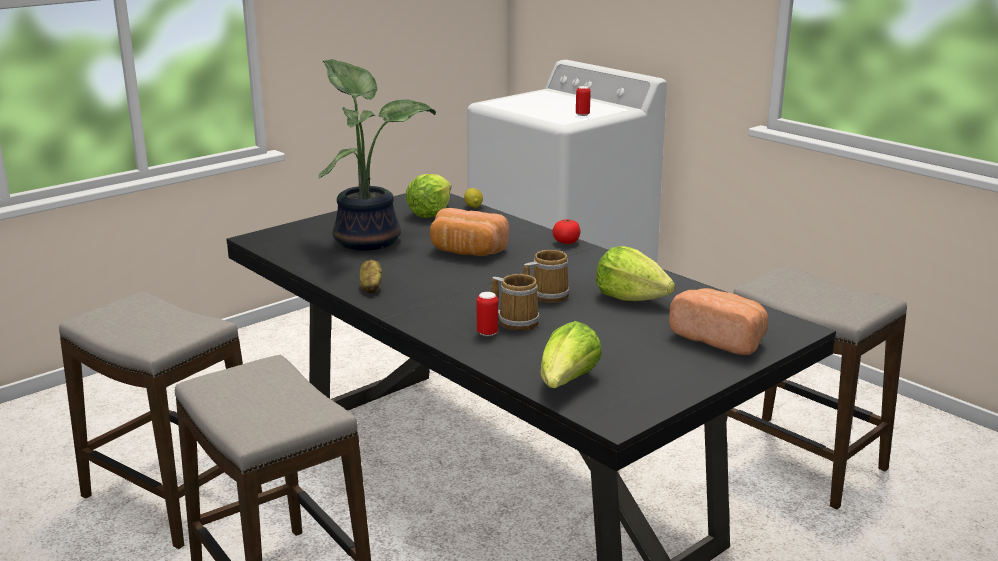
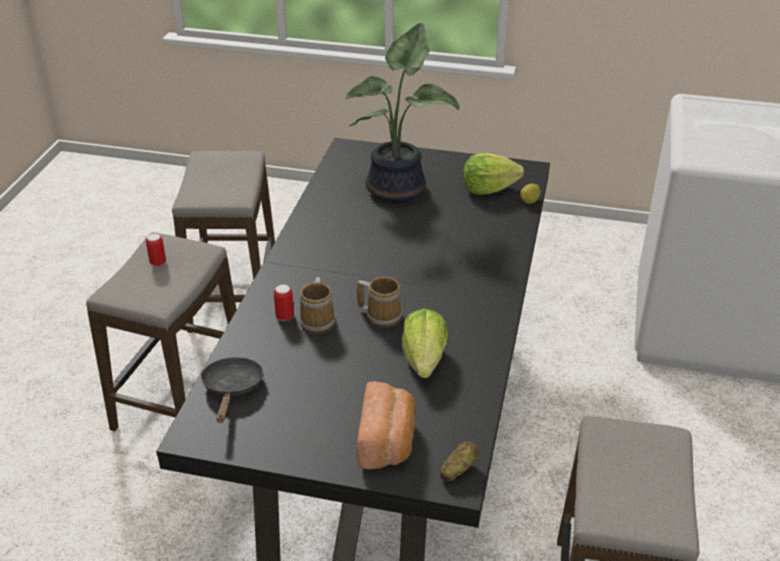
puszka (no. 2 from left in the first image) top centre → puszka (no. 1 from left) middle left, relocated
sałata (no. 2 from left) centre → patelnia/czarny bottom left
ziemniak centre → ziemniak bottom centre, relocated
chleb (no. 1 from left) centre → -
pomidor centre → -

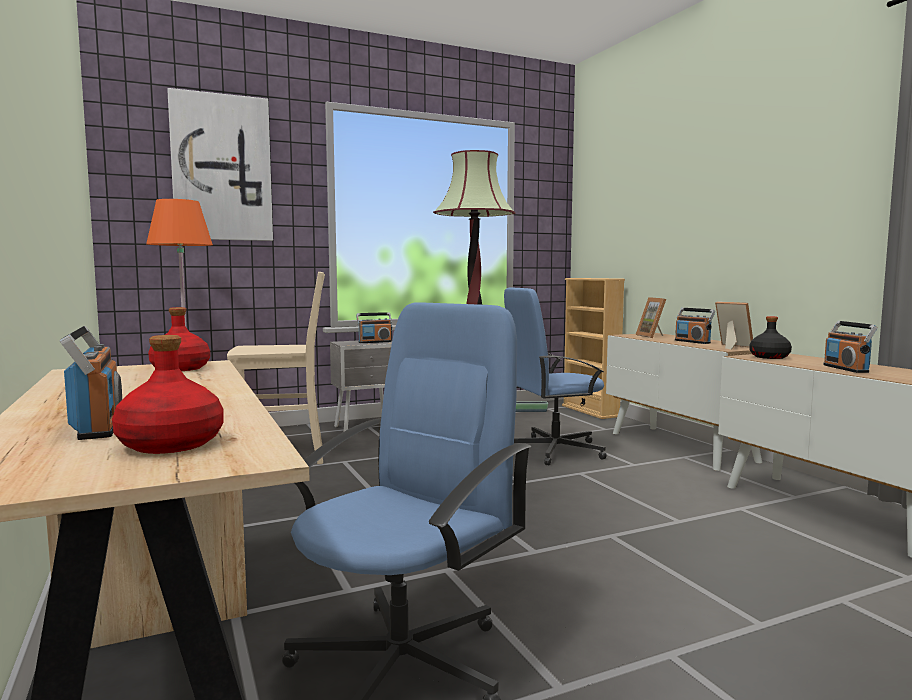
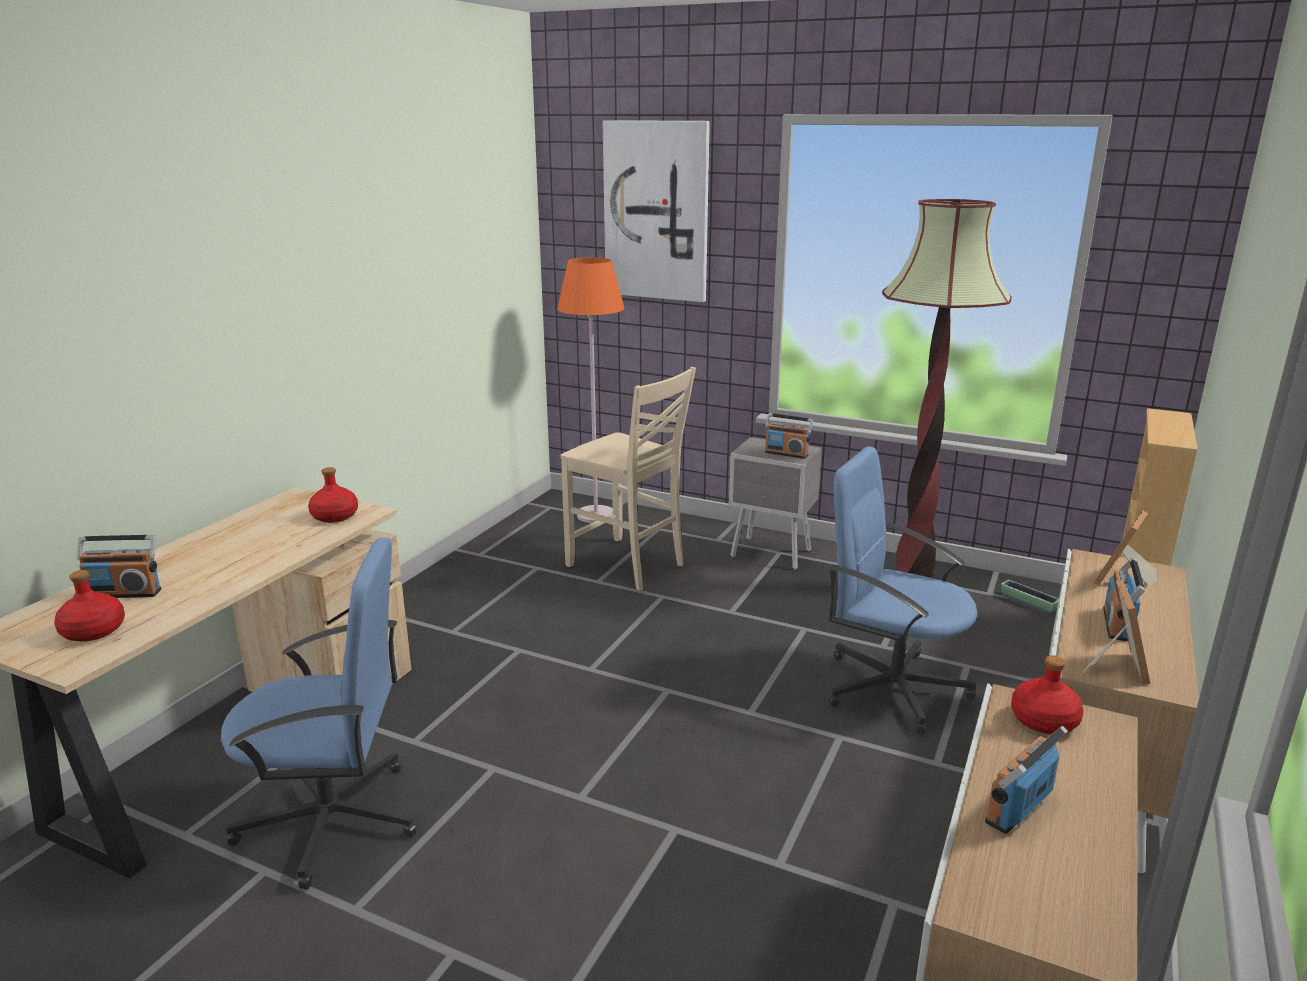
radio (no. 1 from left) middle left, 60 degrees clockwise
butelka/czarny middle right → butelka/czerwony (no. 3 from left) bottom right

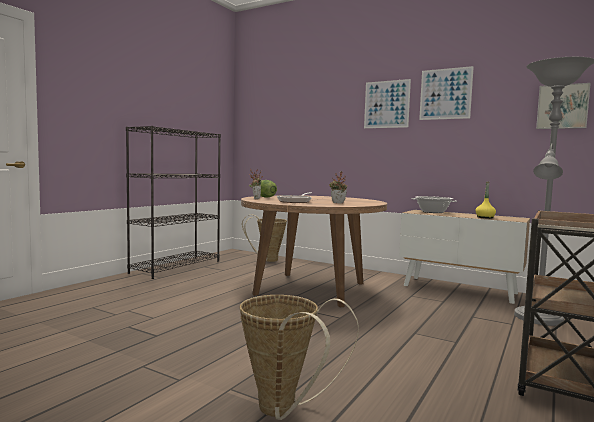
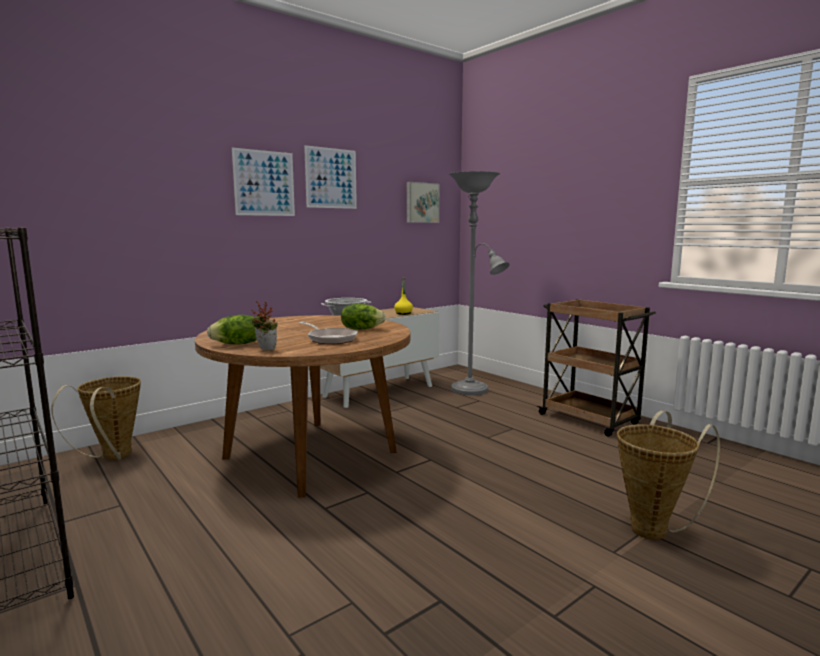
roślina doniczkowa (no. 2 from left) centre → sałata (no. 2 from left) centre

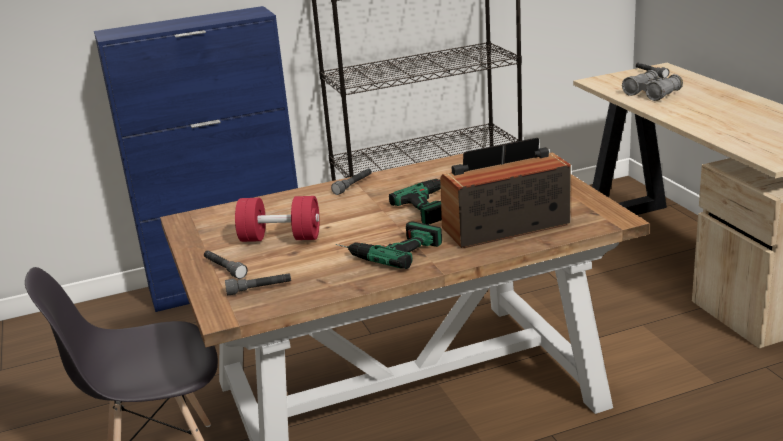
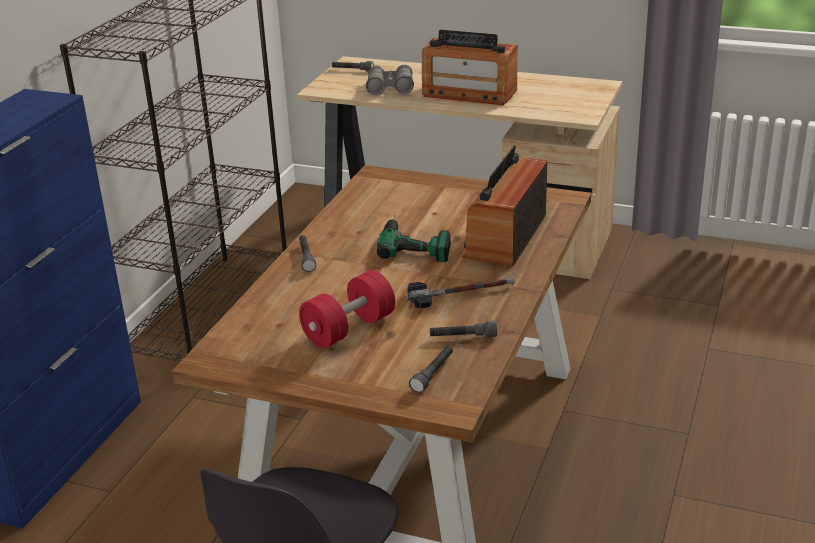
wiertarka (no. 1 from left) centre → młotek centre
- → radio (no. 1 from left) top centre
latarka/szary (no. 1 from left in the first image) middle left → latarka/szary (no. 4 from left) centre, relocated

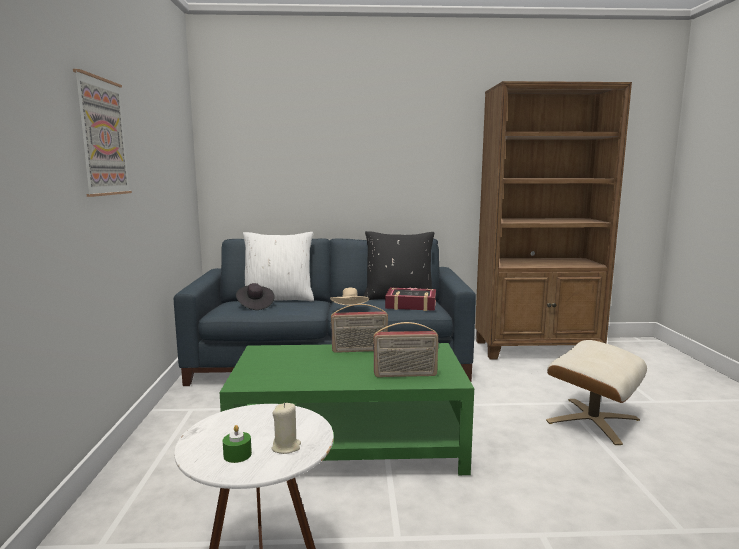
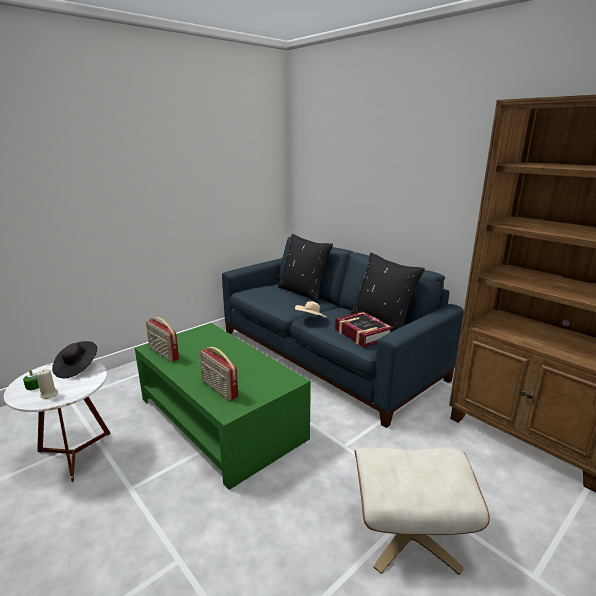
kapelusz/czarny centre → kapelusz/czarny middle left, relocated
radio (no. 1 from left) centre → radio (no. 1 from left) middle left, relocated
poduszka/biały centre → poduszka/czarny (no. 1 from left) centre
obraz top left → -

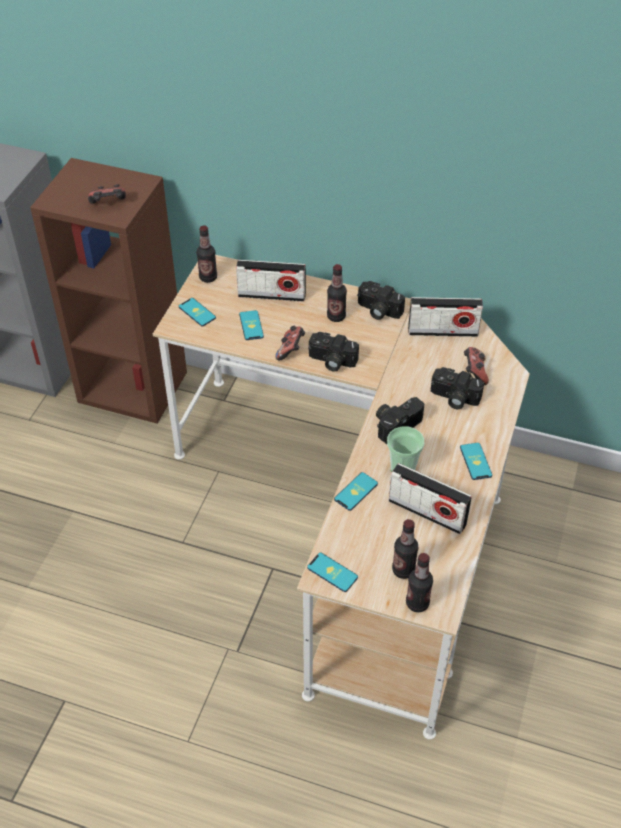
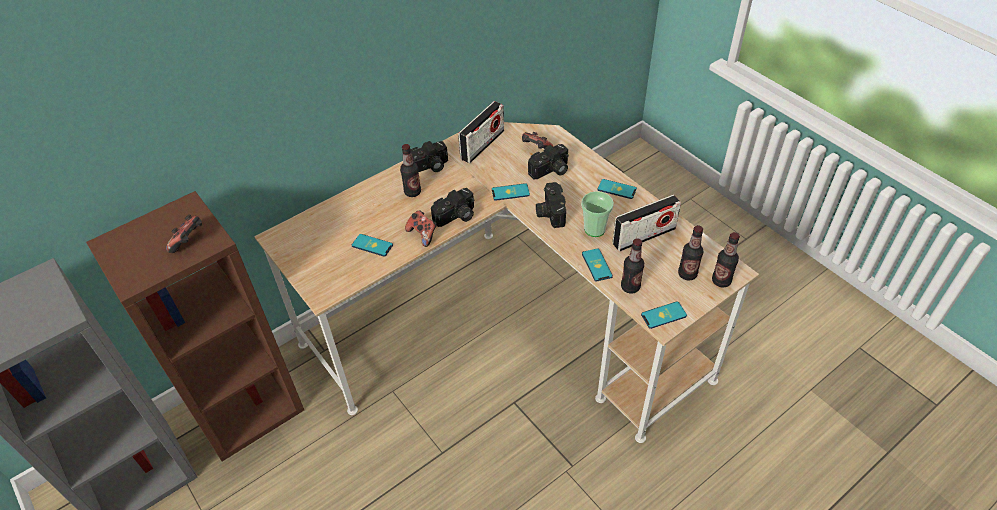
telefon (no. 1 from left in the first image) middle left → telefon (no. 2 from left) centre, relocated
butelka (no. 1 from left in the first image) top centre → butelka (no. 2 from left) centre, relocated
radio (no. 1 from left) centre → -

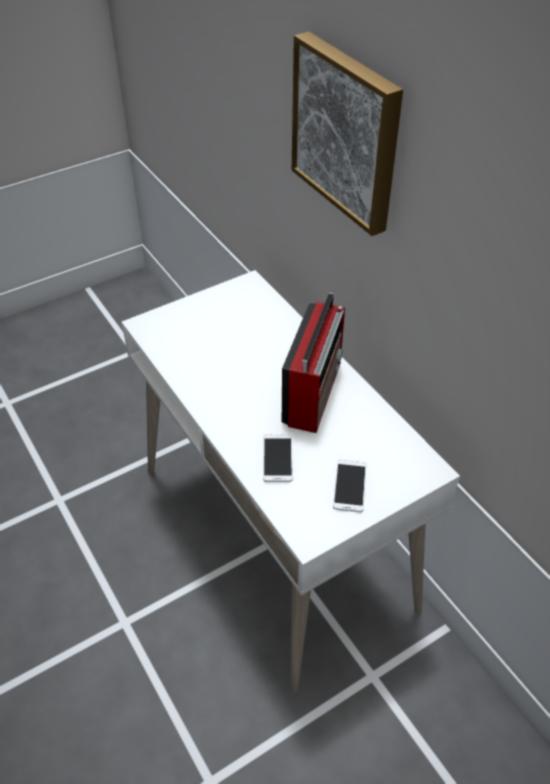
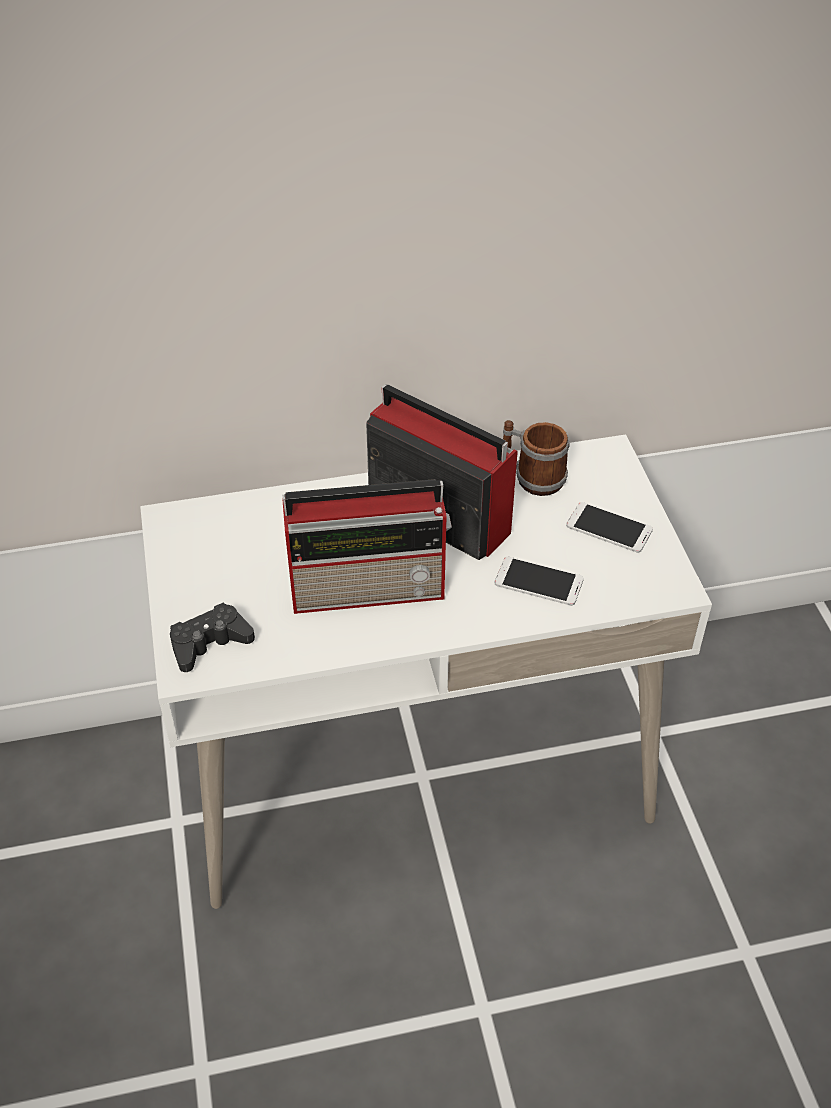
- → pad do gier/czarny middle left
- → radio (no. 1 from left) centre
- → kubek centre
obraz top centre → -

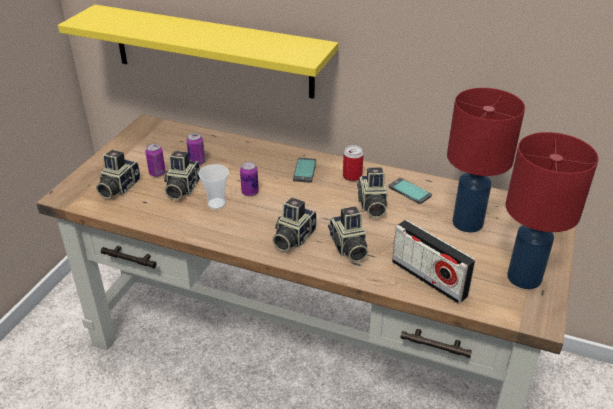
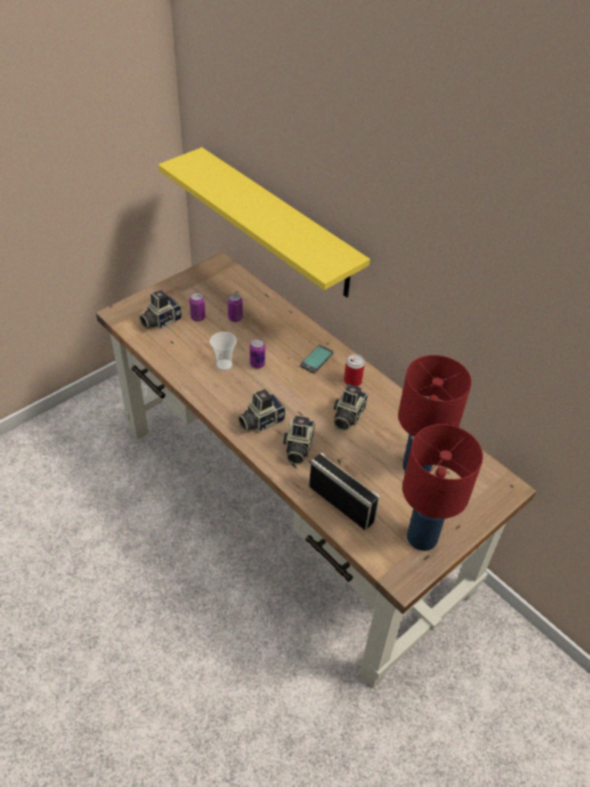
radio middle right → radio centre, 150 degrees clockwise
aparat fotograficzny (no. 2 from left) middle left → -
telefon (no. 2 from left) middle right → -

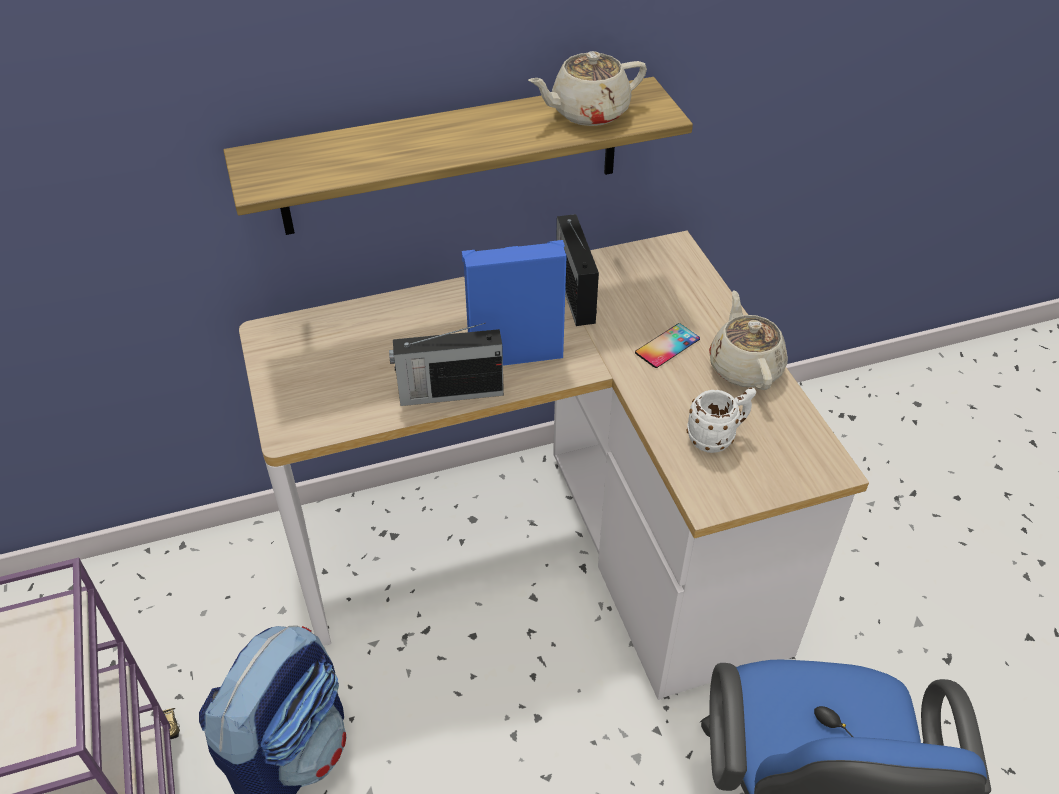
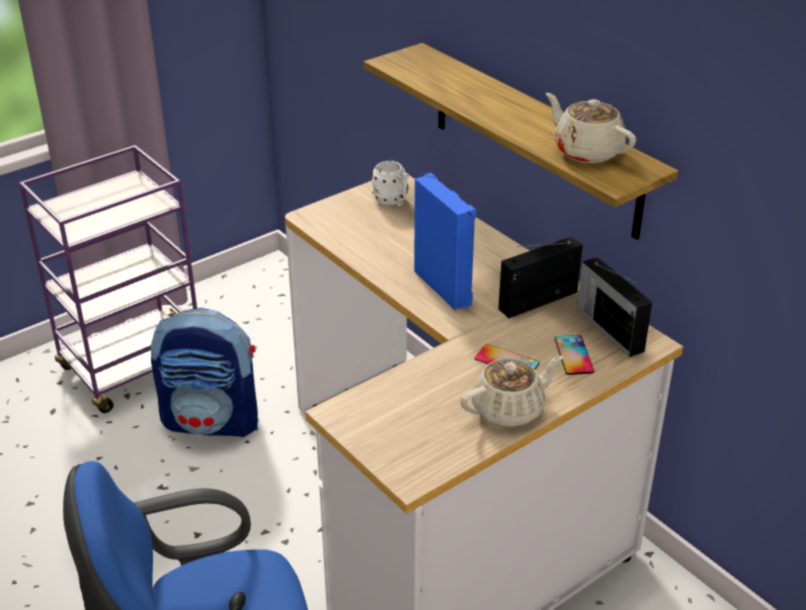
kubek/biały middle right → kubek/biały top centre, relocated
- → telefon (no. 2 from left) middle right
radio (no. 1 from left in the first image) centre → radio (no. 2 from left) middle right, relocated

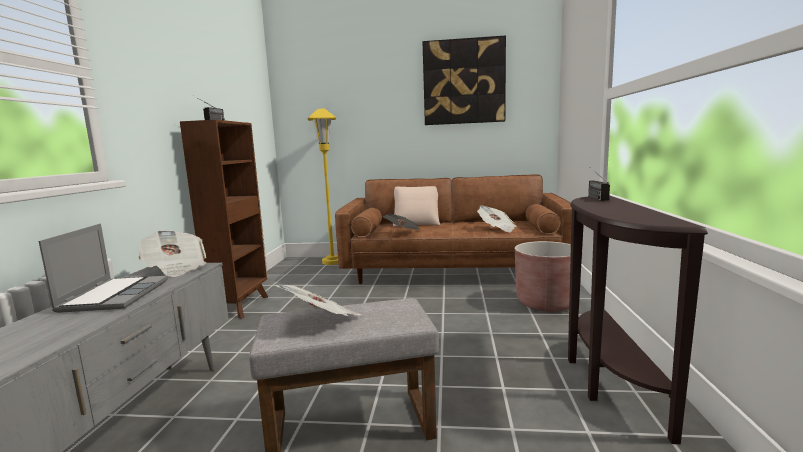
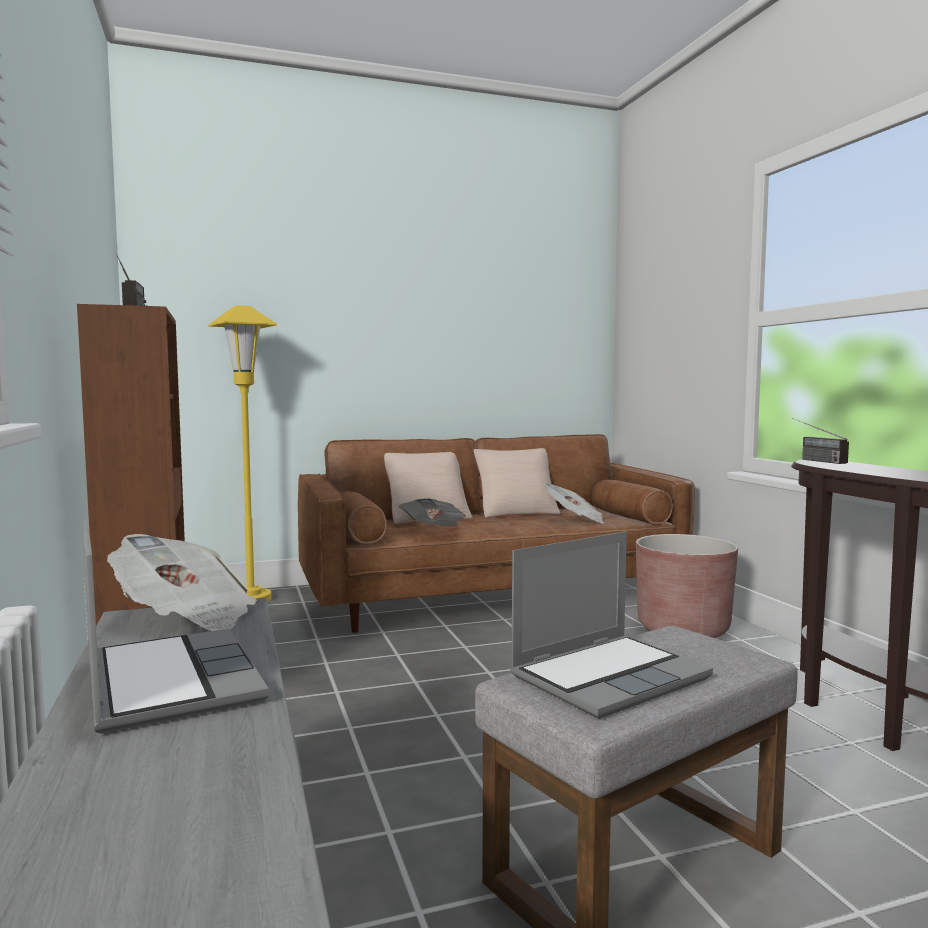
- → poduszka/beżowy (no. 2 from left) centre
gazeta (no. 2 from left) centre → laptop (no. 2 from left) bottom centre
obraz top centre → -

